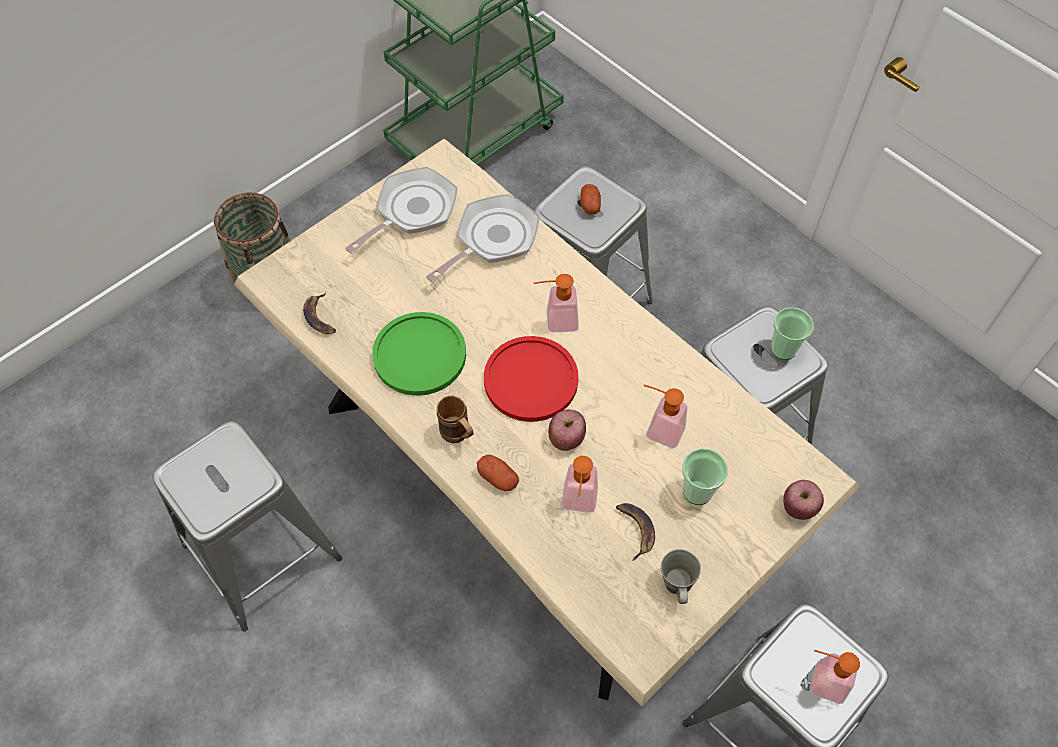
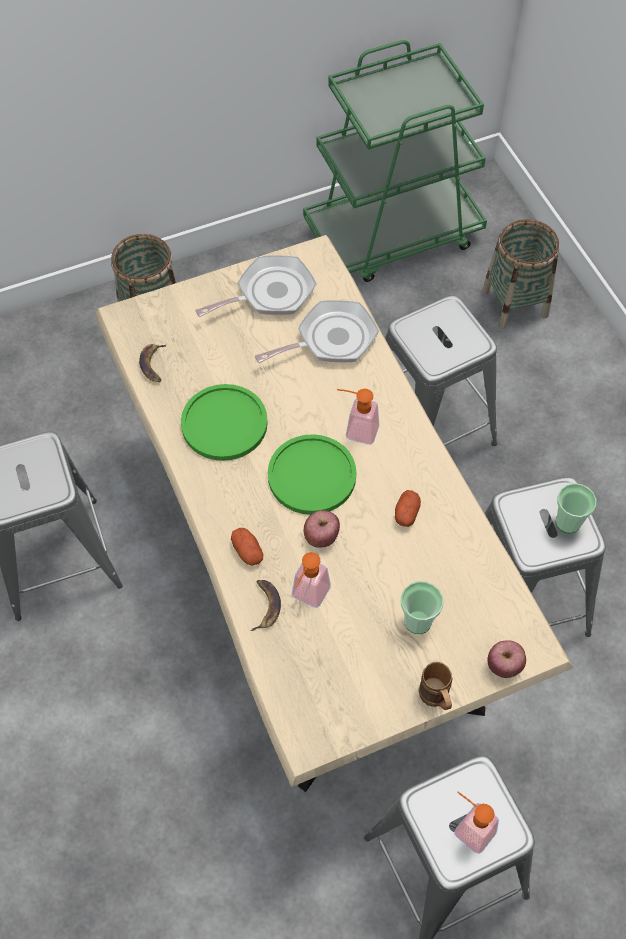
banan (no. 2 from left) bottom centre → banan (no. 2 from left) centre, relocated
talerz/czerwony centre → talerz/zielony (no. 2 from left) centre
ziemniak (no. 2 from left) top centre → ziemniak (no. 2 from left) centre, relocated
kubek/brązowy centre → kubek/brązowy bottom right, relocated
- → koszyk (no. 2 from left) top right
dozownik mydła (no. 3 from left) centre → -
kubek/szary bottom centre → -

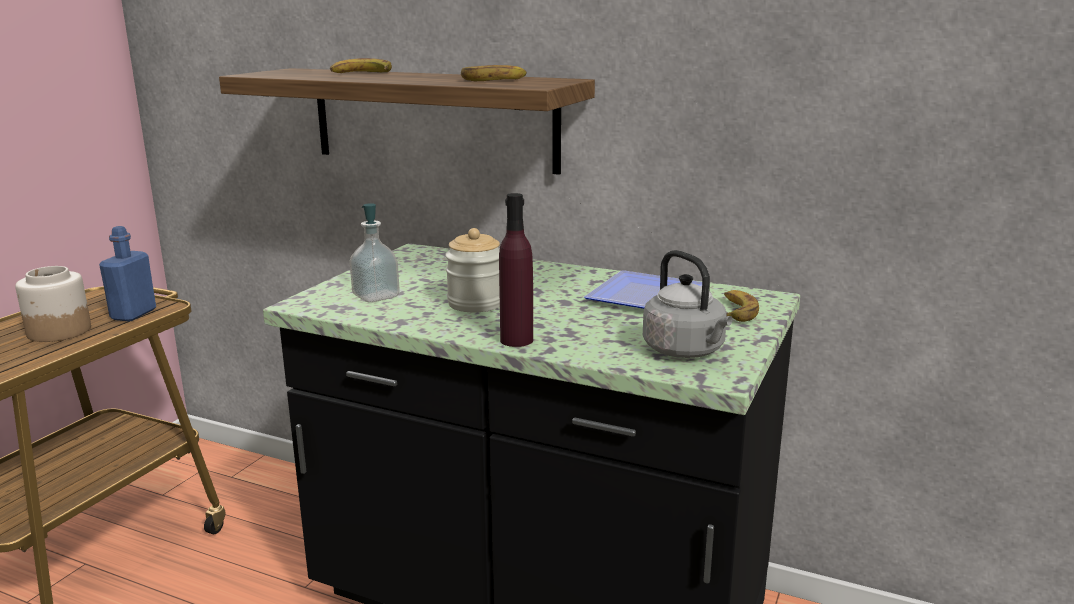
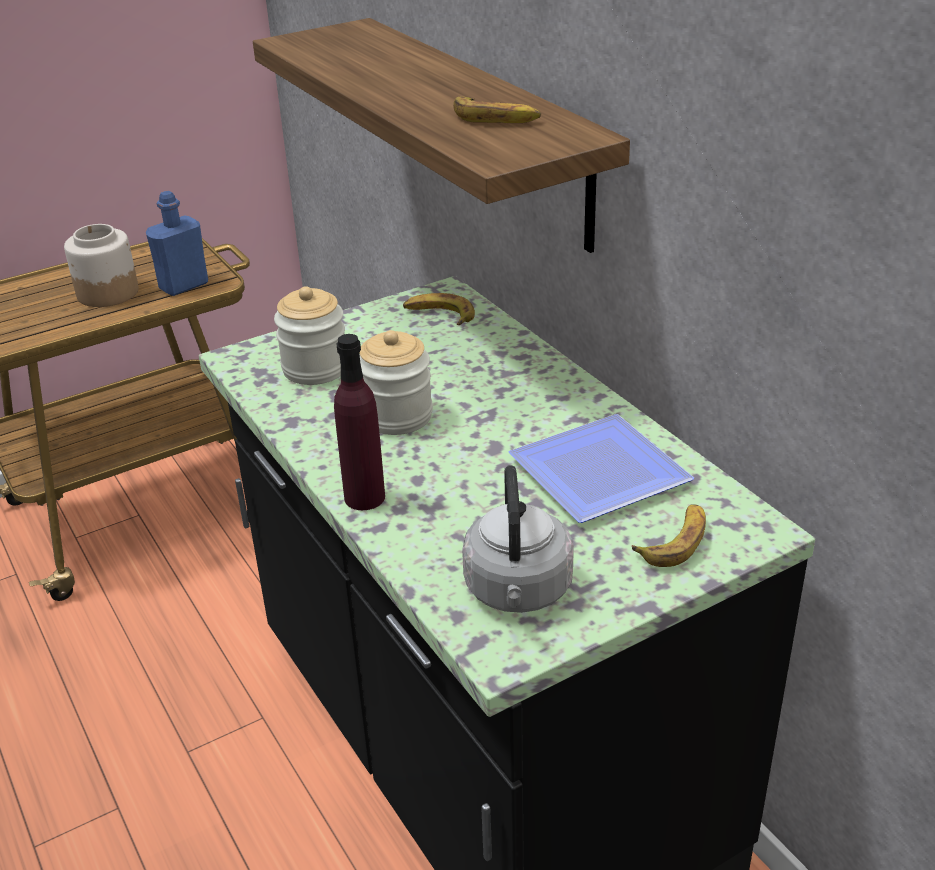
dozownik mydła centre → słoik (no. 2 from left) middle left
banan (no. 1 from left) top centre → banan (no. 1 from left) centre, relocated

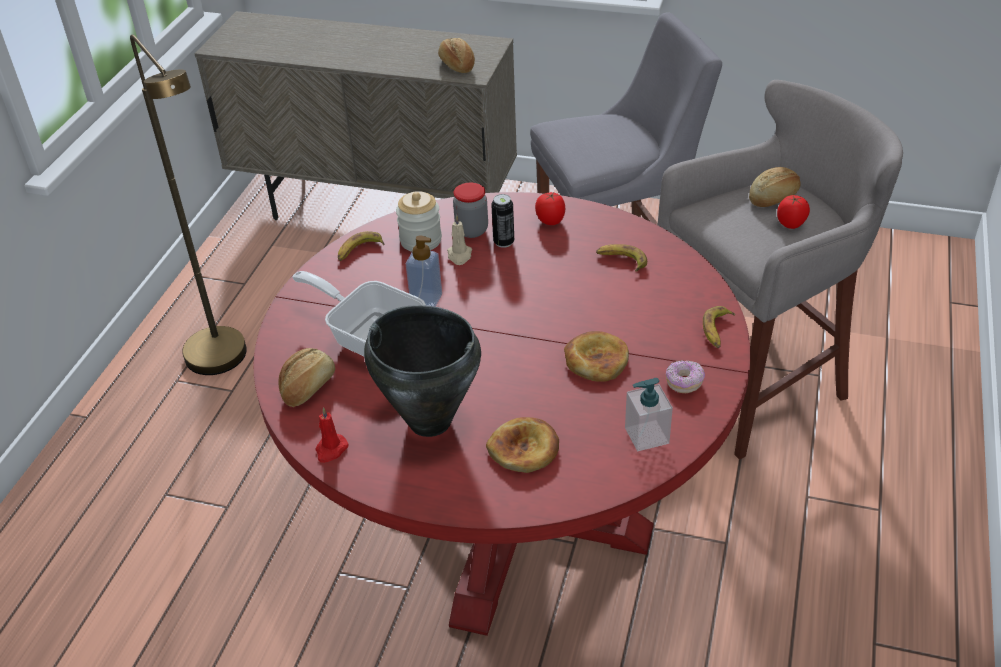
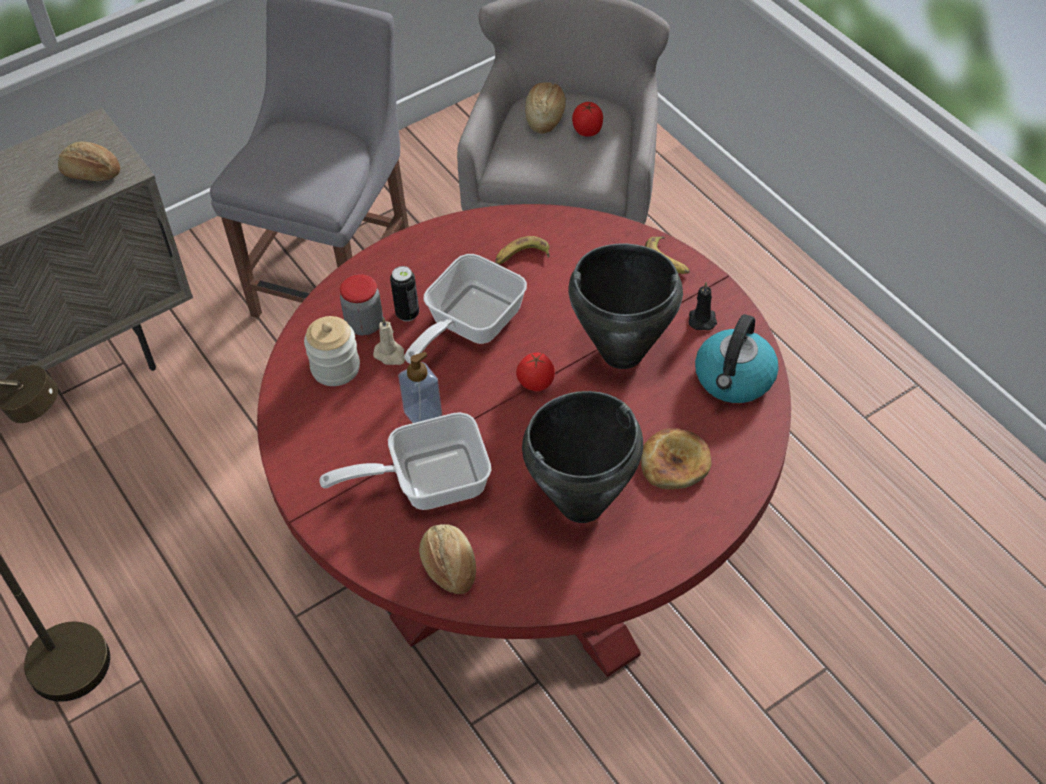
- → patelnia (no. 2 from left) centre
pomidor (no. 1 from left) top centre → pomidor (no. 1 from left) centre, relocated
chleb (no. 4 from left) centre → garnek/czarny (no. 2 from left) centre
donut middle right → świeca/czarny middle right
dozownik mydła (no. 2 from left) centre → czajnik middle right
świeca/czerwony middle left → -
banan (no. 1 from left) centre → -

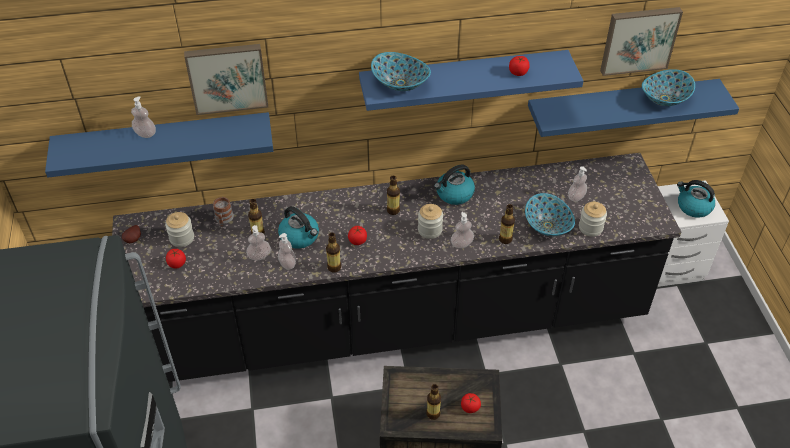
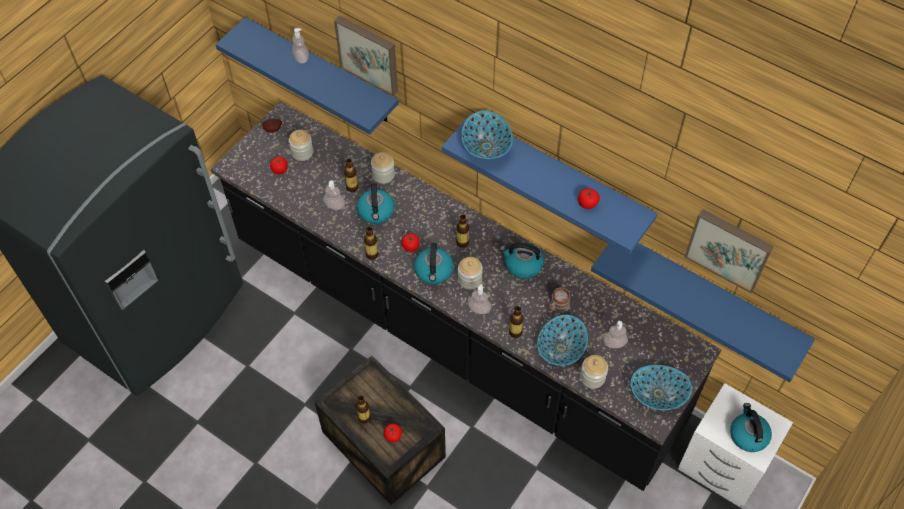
- → słoik (no. 2 from left) top centre
- → czajnik (no. 2 from left) centre
kubek middle left → kubek centre, relocated
miska (no. 3 from left) top right → miska (no. 3 from left) bottom right, relocated
dozownik mydła (no. 3 from left) centre → -

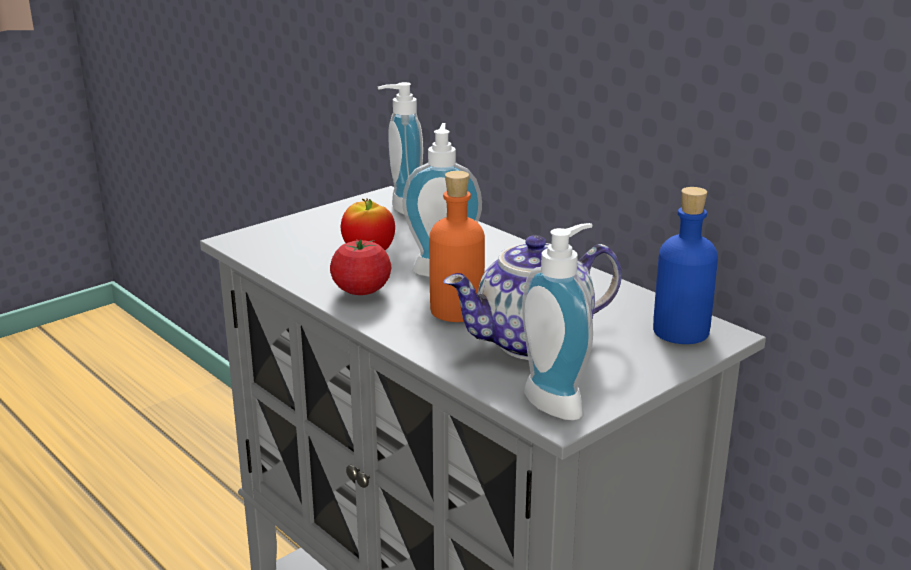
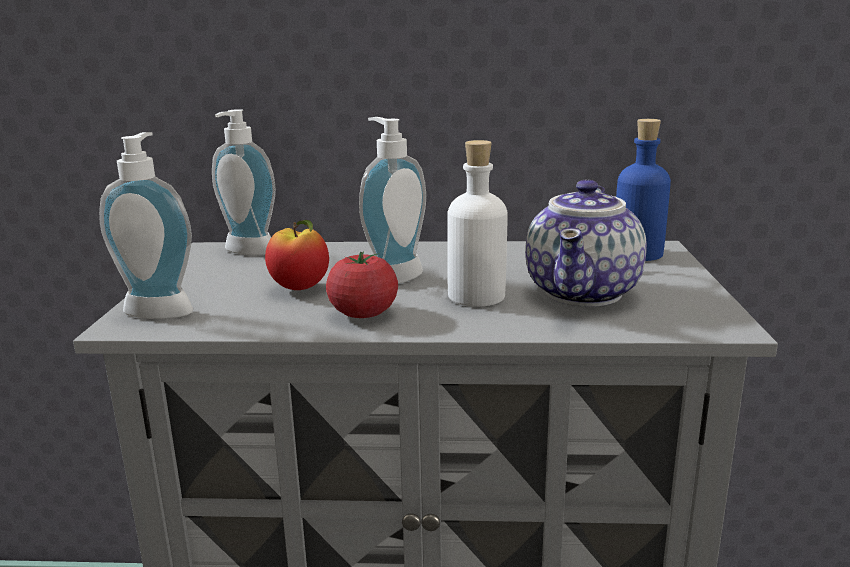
dozownik mydła (no. 3 from left in the first image) centre → dozownik mydła (no. 1 from left) middle left, relocated
butelka/pomarańczowy centre → butelka/biały centre

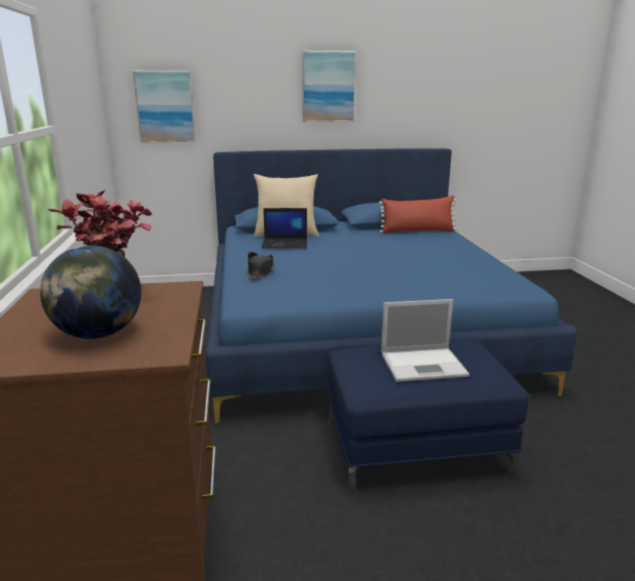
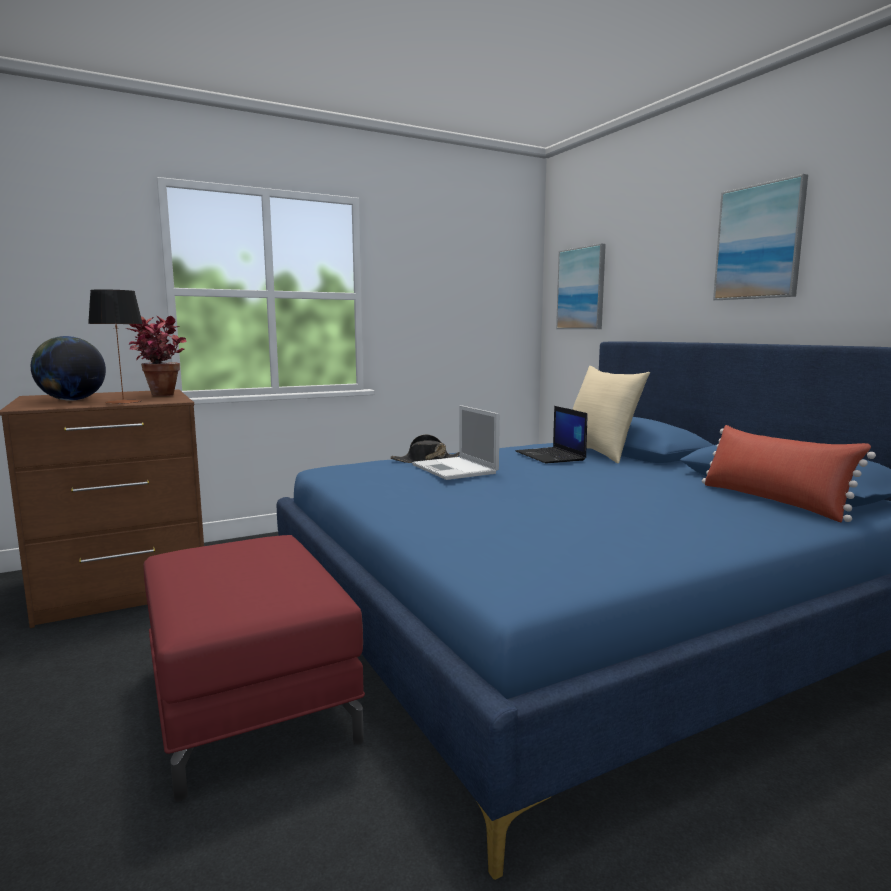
- → lampa stołowa middle left
pufa/niebieski bottom right → pufa/czerwony bottom left
laptop (no. 2 from left in the first image) middle right → laptop (no. 1 from left) centre, relocated

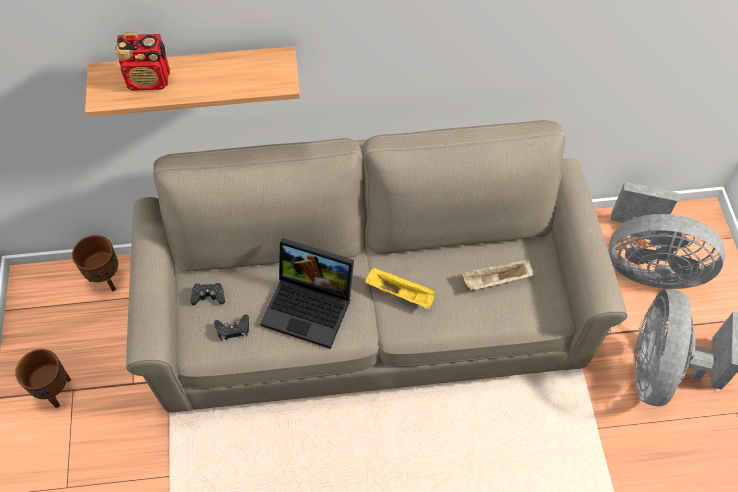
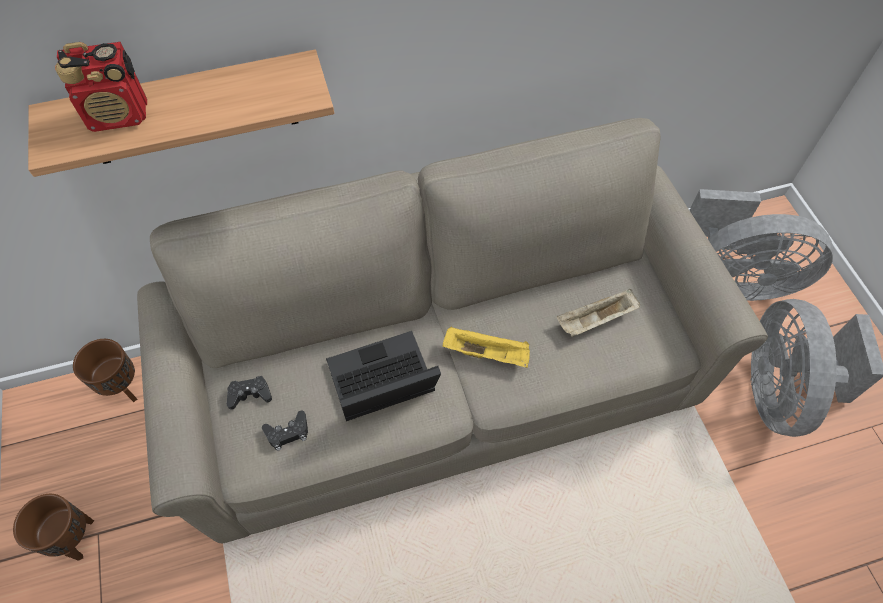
laptop centre, 150 degrees clockwise

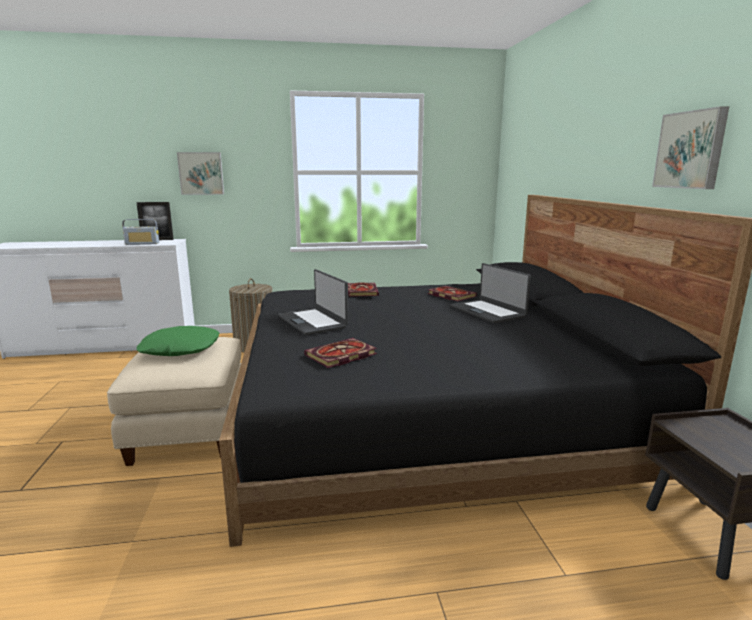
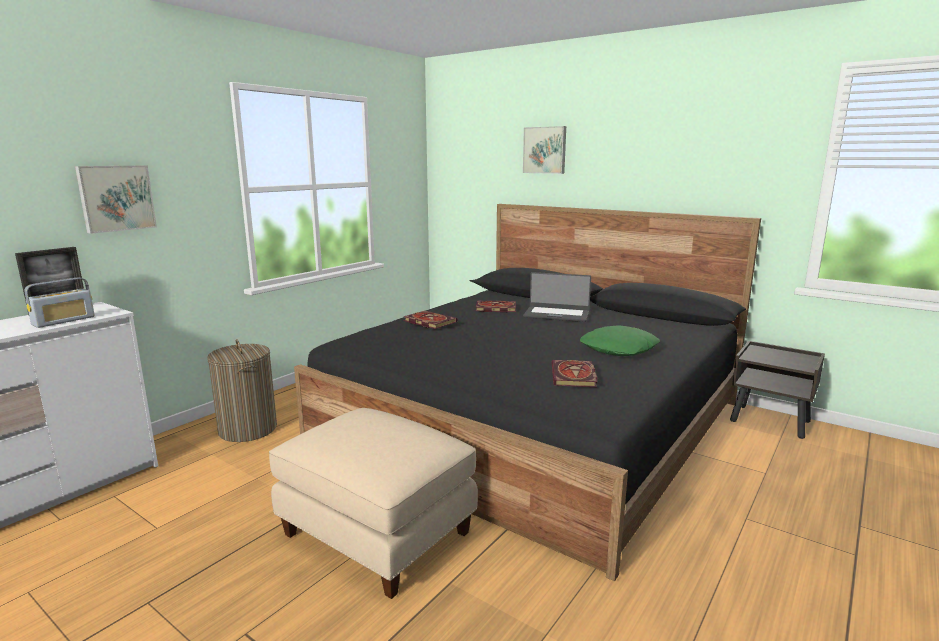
obraz (no. 2 from left) top right → obraz (no. 2 from left) top centre, relocated
poduszka/zielony middle left → poduszka/zielony centre, relocated
laptop (no. 1 from left) centre → -

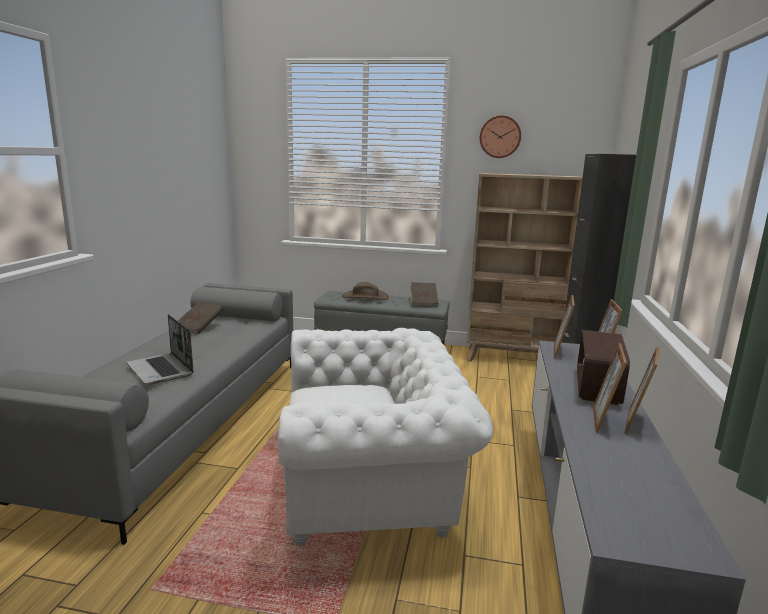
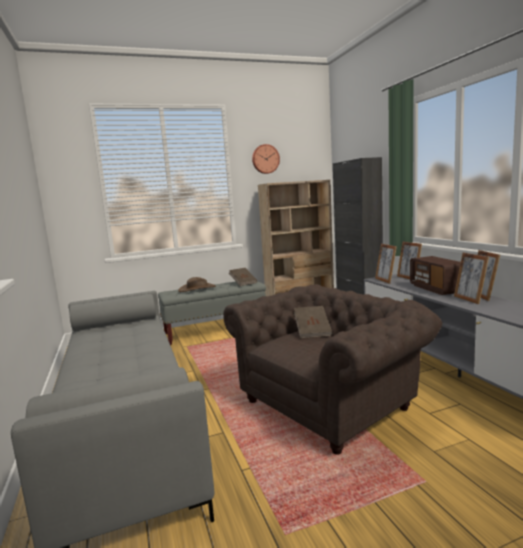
fotel/biały bottom centre → fotel/brązowy bottom centre
książka/brązowy (no. 1 from left in the first image) middle left → książka/brązowy (no. 2 from left) centre, relocated
laptop middle left → -

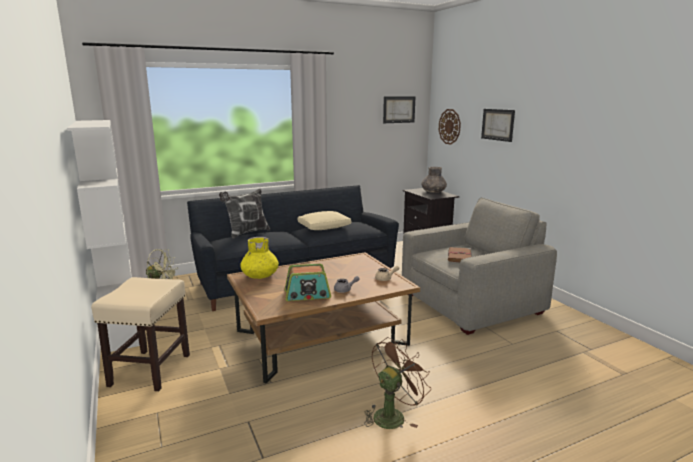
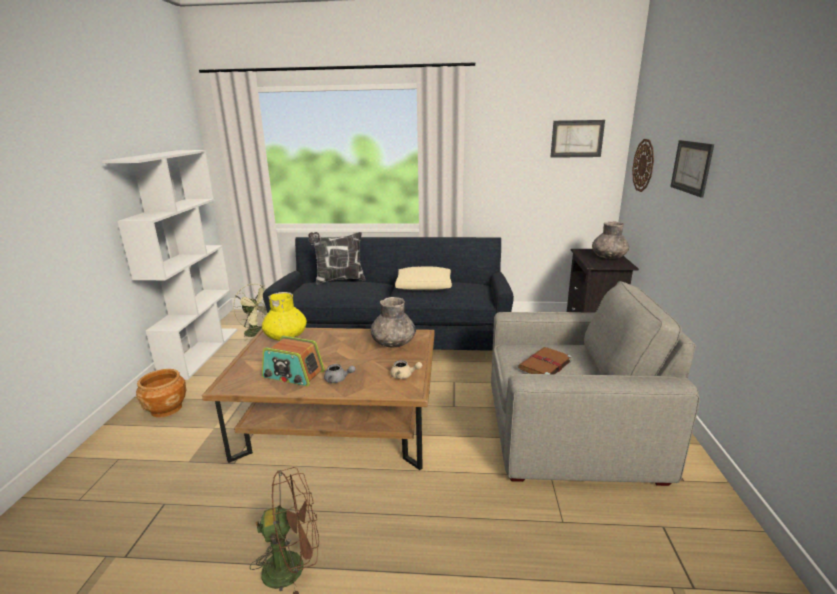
stołek/beżowy bottom left → donica/brązowy middle left
- → wazon/szary (no. 1 from left) centre

